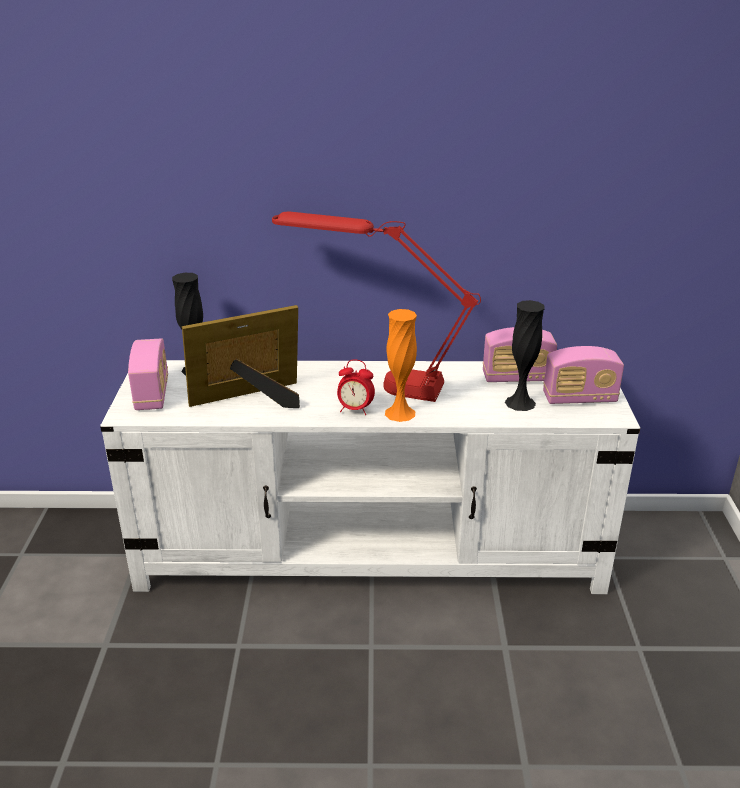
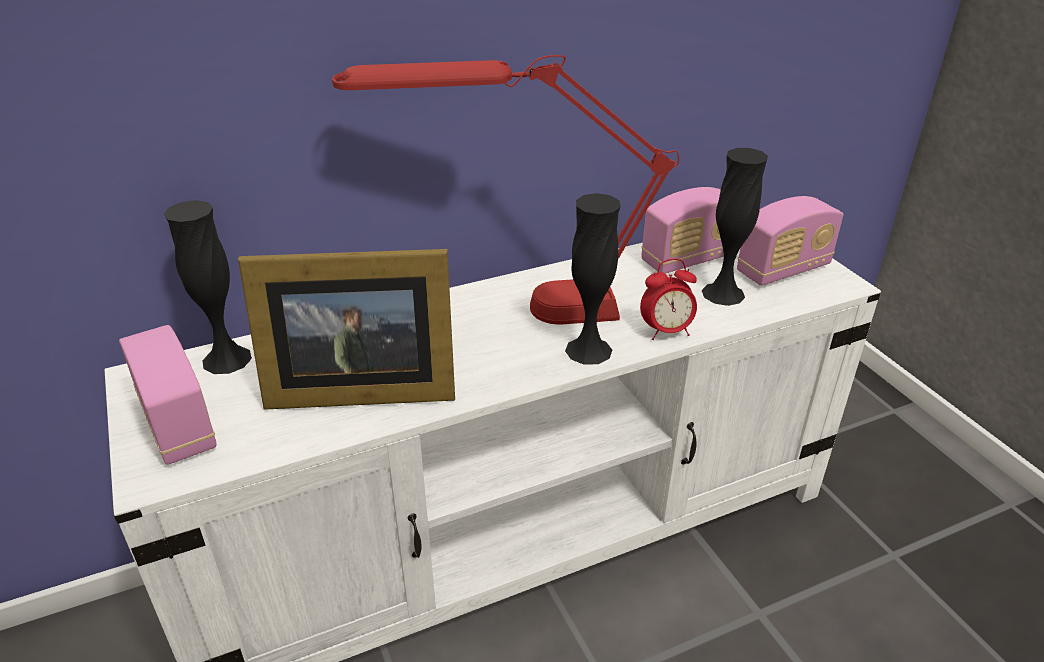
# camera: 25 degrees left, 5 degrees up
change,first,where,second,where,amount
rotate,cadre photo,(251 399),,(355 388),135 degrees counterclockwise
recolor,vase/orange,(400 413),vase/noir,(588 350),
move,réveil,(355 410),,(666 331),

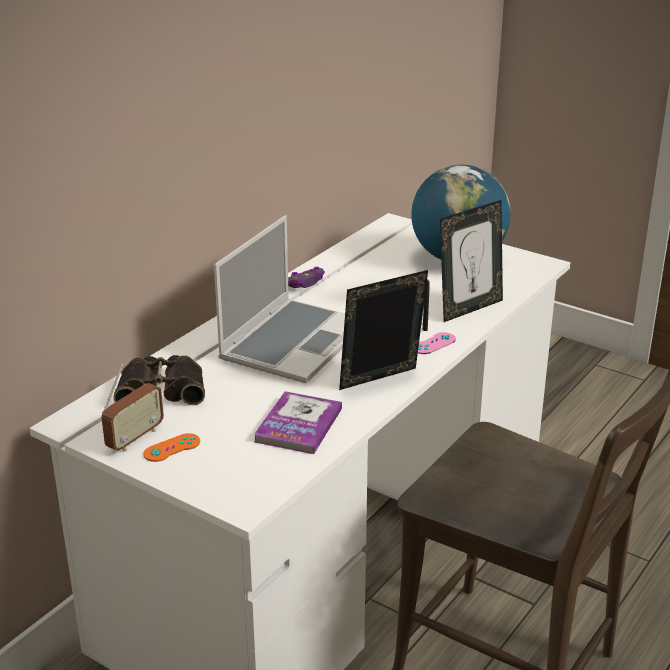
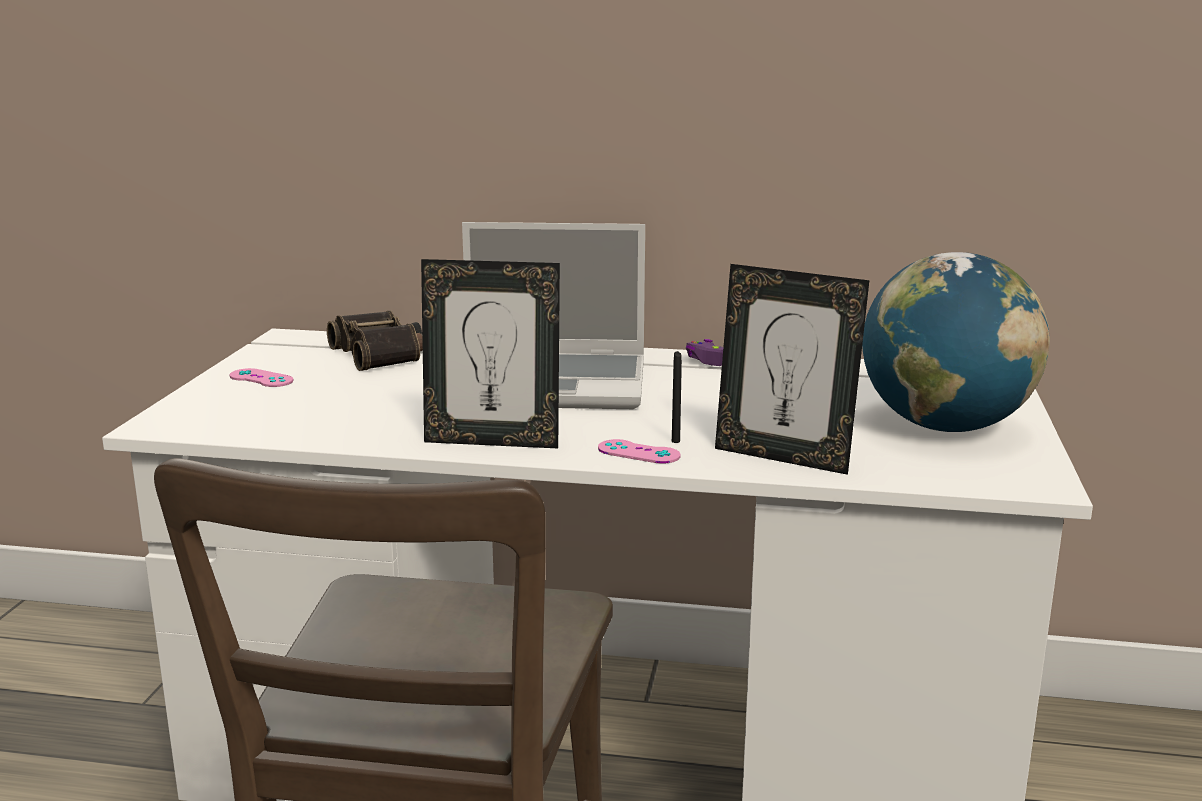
# camera: 65 degrees right, 10 degrees down
change,first,where,second,where,amount
rotate,cadre photo,(381 382),,(493 441),150 degrees clockwise
delete,radio,(135 438),,,
delete,livre,(298 425),,,
recolor,manette/orange,(172 448),manette/rose,(261 378),

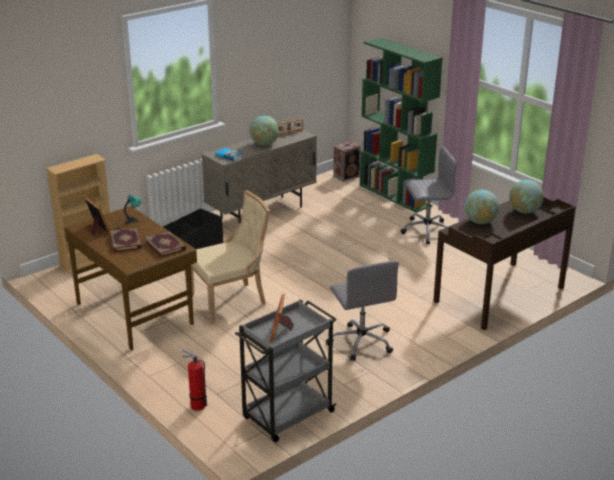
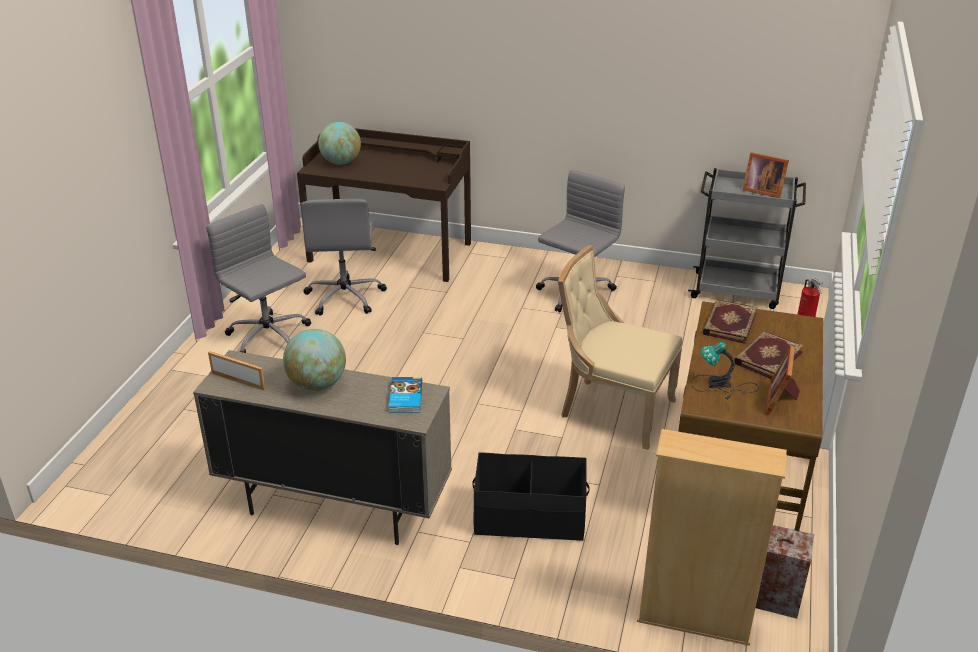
# camera: 125 degrees left, 5 degrees up
change,first,where,second,where,amount
delete,bibliothèque/vert,(395 195),,,
move,enceinte,(347 176),,(771 597),
delete,globe,(480 222),,,
rotate,cadre photo,(281 332),,(761 190),60 degrees clockwise
insert,,,chaise de bureau/gris,(345 297),

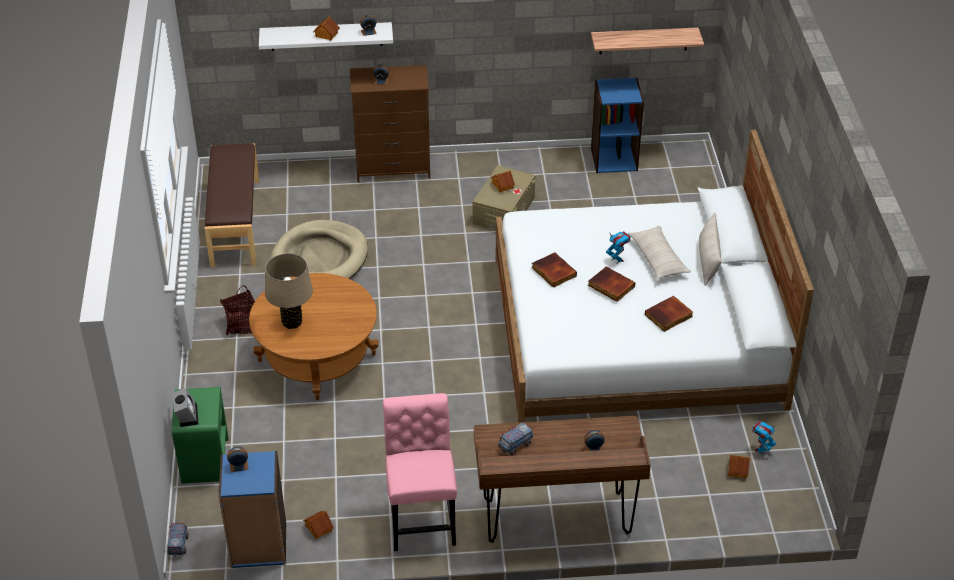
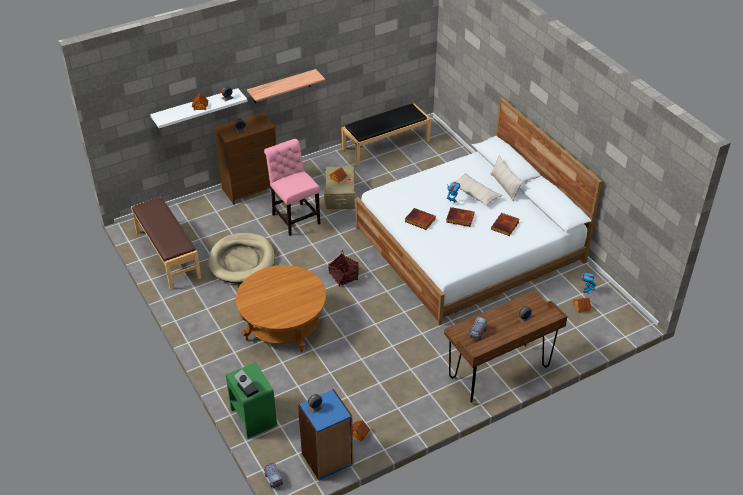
# camera: 25 degrees left, 0 degrees up
change,first,where,second,where,amount
move,étagère,(643 40),,(282 86),
replace,bibliothèque/bleu,(614 159),banc/noir,(386 144),
delete,lampe de table/beige,(292 322),,,
move,panier,(242 324),,(343 277),
move,chaise/rose,(422 518),,(294 217),

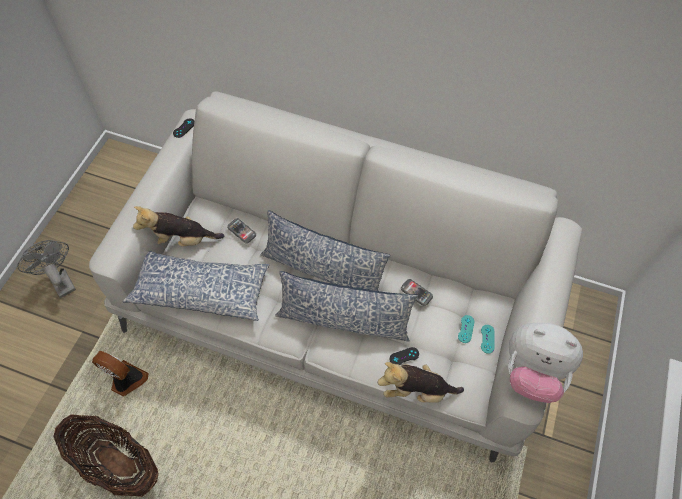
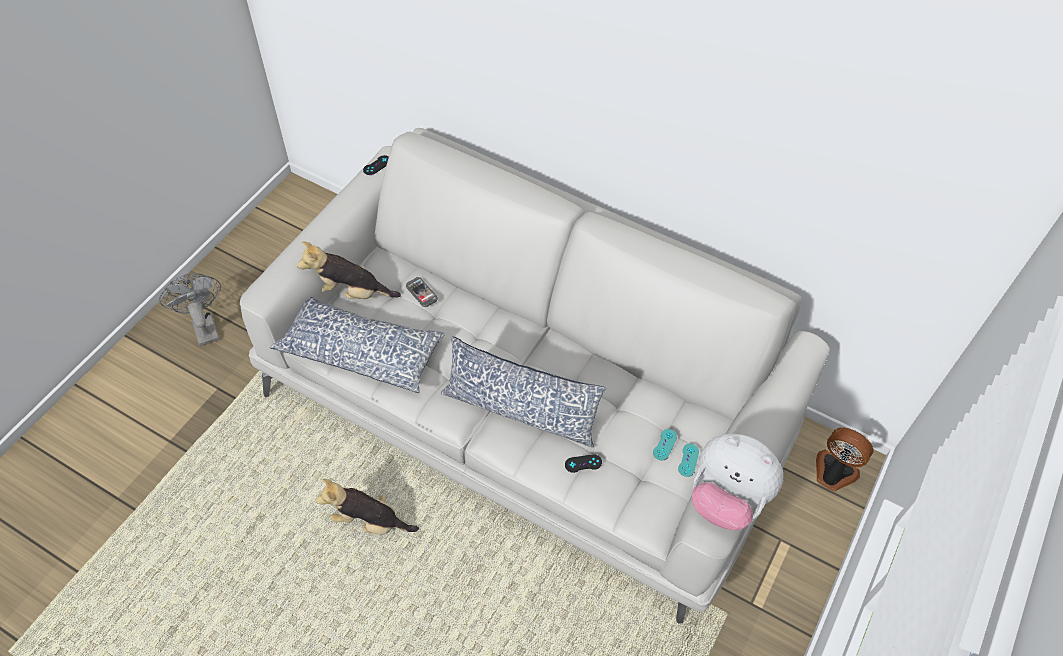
# camera: 10 degrees right, 5 degrees down
change,first,where,second,where,amount
delete,coussin,(322 270),,,
delete,téléphone,(416 292),,,
move,ventilateur,(127 380),,(833 473),
move,peluche,(416 390),,(369 521),
delete,panier,(117 462),,,

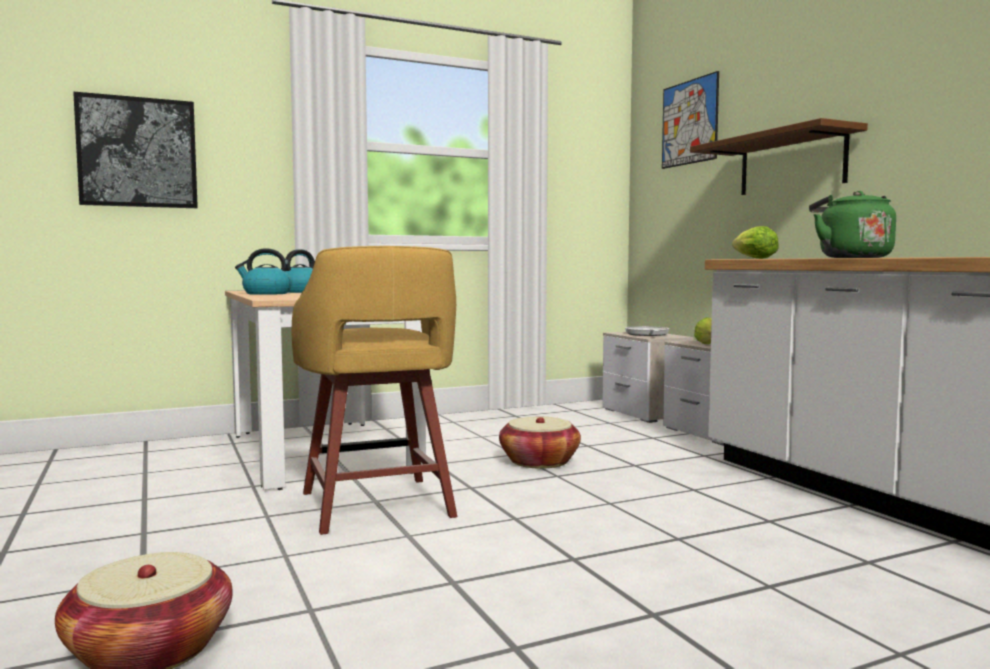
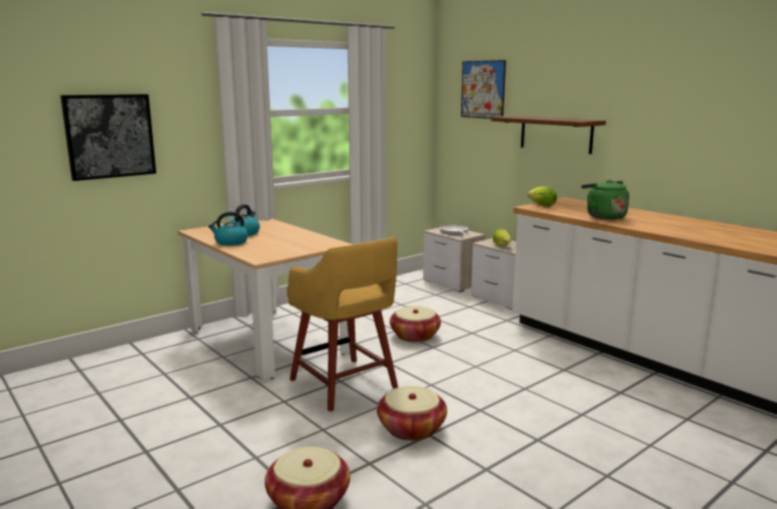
# camera: 15 degrees left, 10 degrees up
change,first,where,second,where,amount
insert,,,panier,(411 429),

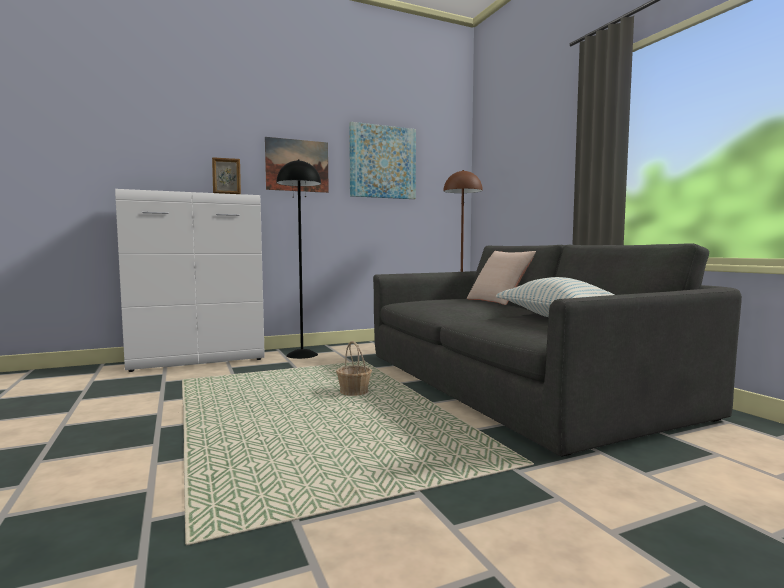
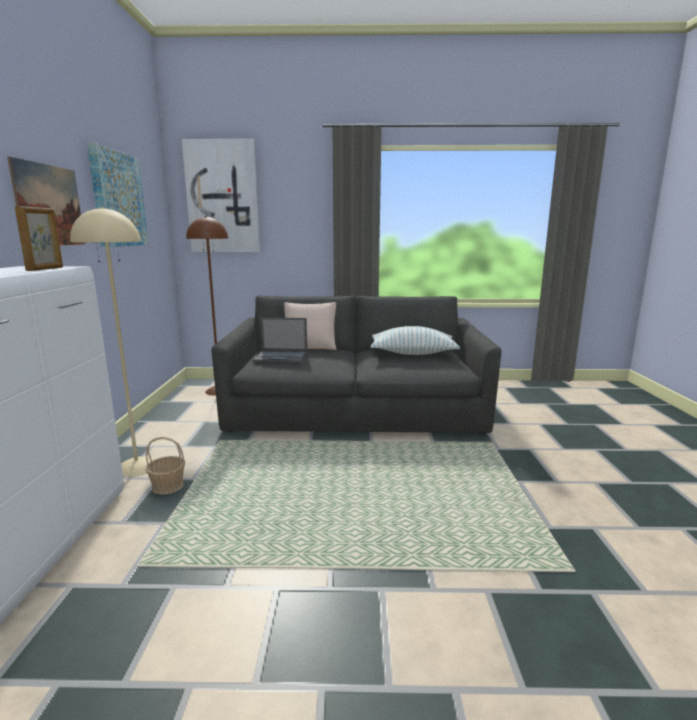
# camera: 65 degrees left, 10 degrees up
change,first,where,second,where,amount
recolor,lampadaire/noir,(302 355),lampadaire/beige,(137 466),
move,panier,(354 392),,(168 486),
insert,,,tableau,(223 197),
insert,,,ordinateur portable,(281 357),

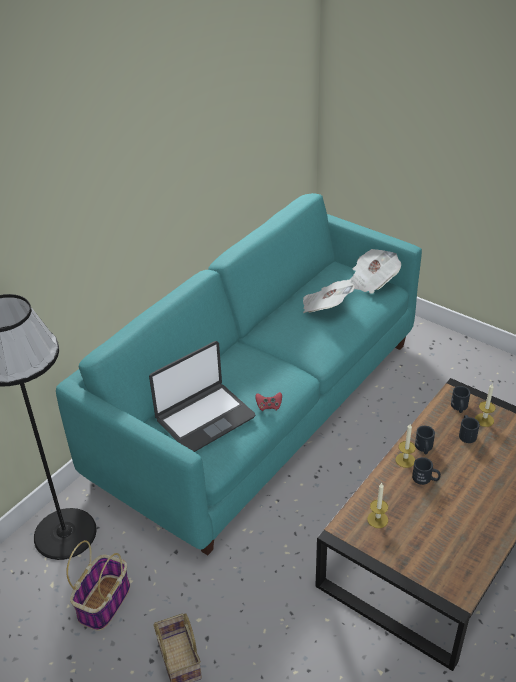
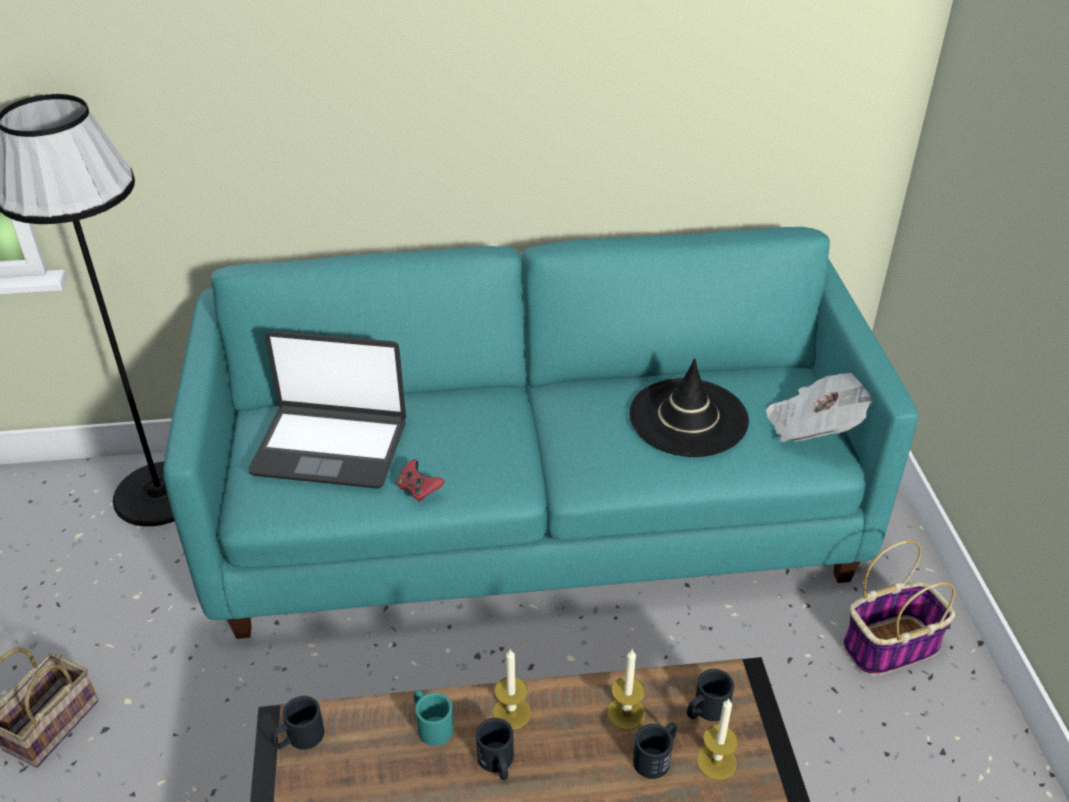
# camera: 45 degrees right, 0 degrees up
change,first,where,second,where,amount
replace,journal,(325 307),chapeau/noir,(688 418),
move,mug/noir,(424 448),,(299 738),
move,bougie,(377 519),,(626 713),
move,panier,(104 601),,(891 646),
insert,,,mug/turquoise,(431 724),

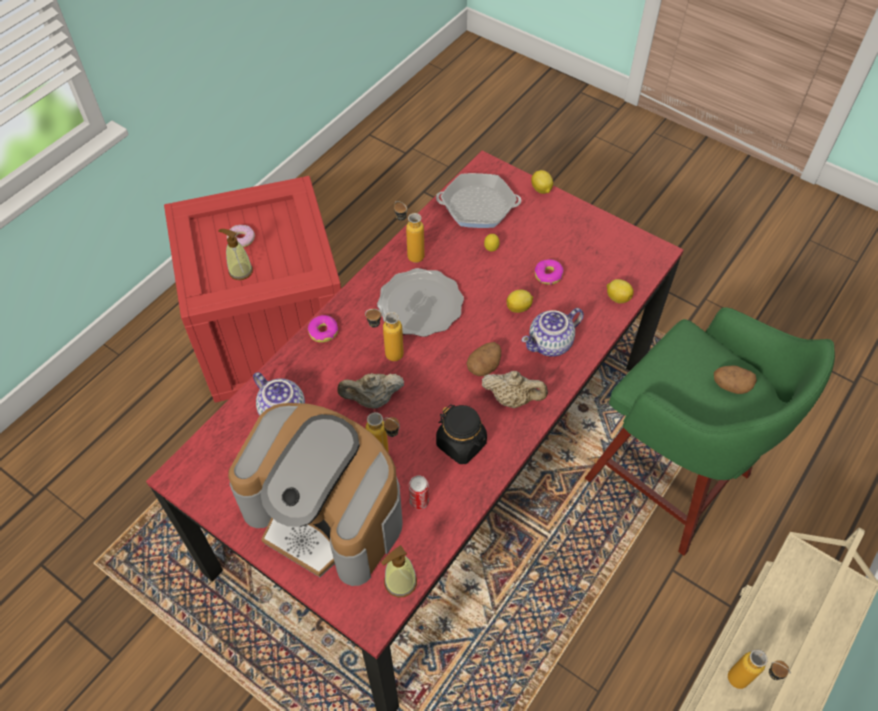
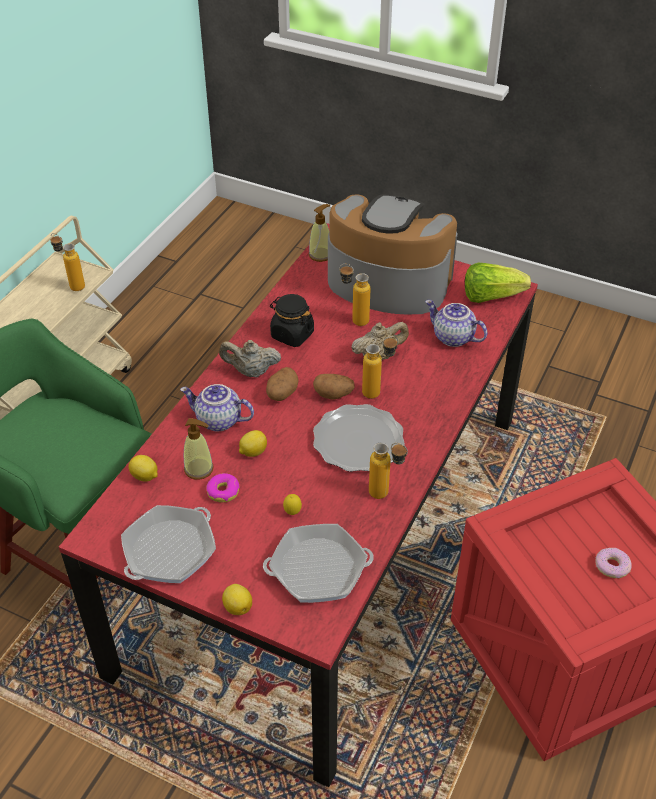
# camera: 170 degrees right, 10 degrees down
change,first,where,second,where,amount
move,distributeur de savon,(240 271),,(199 469),
rotate,théière,(550 344),,(218 421),120 degrees counterclockwise
delete,beignet,(323 332),,,
move,pomme de terre,(730 386),,(333 394),
delete,boîte métallique,(419 501),,,
insert,,,laitue,(491 296),
insert,,,poêle,(169 550),

